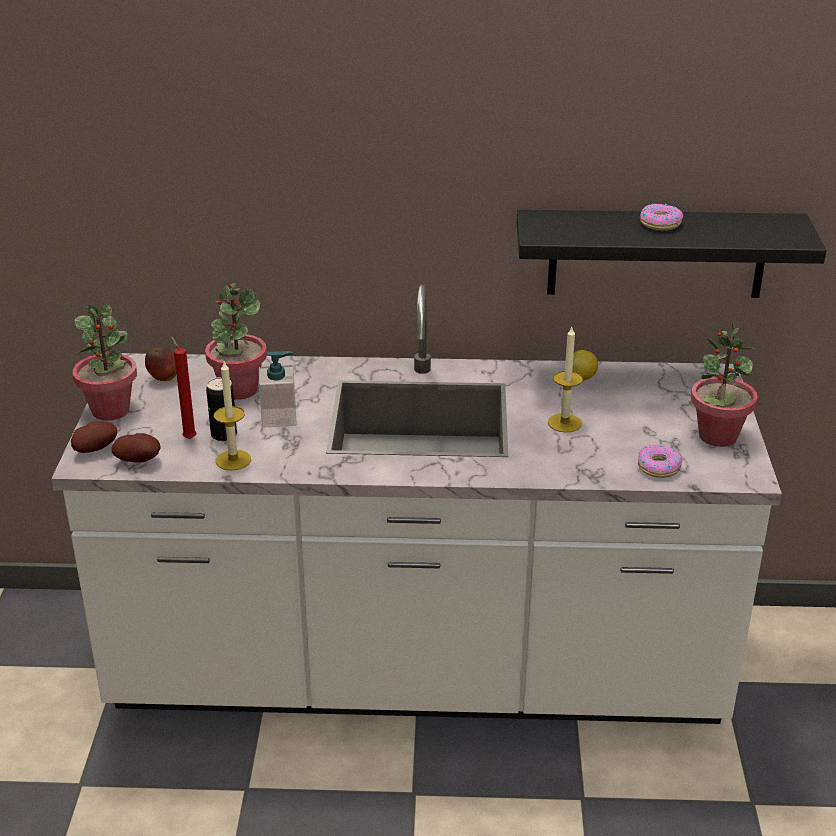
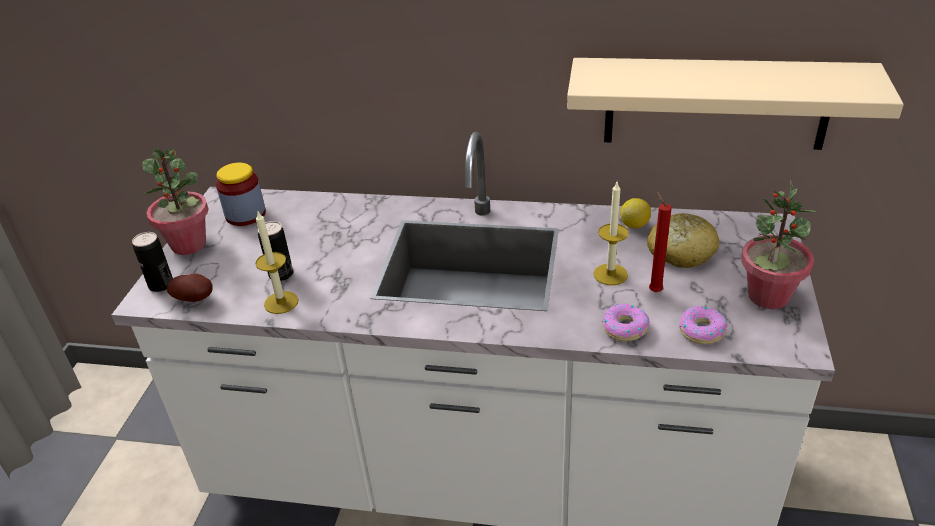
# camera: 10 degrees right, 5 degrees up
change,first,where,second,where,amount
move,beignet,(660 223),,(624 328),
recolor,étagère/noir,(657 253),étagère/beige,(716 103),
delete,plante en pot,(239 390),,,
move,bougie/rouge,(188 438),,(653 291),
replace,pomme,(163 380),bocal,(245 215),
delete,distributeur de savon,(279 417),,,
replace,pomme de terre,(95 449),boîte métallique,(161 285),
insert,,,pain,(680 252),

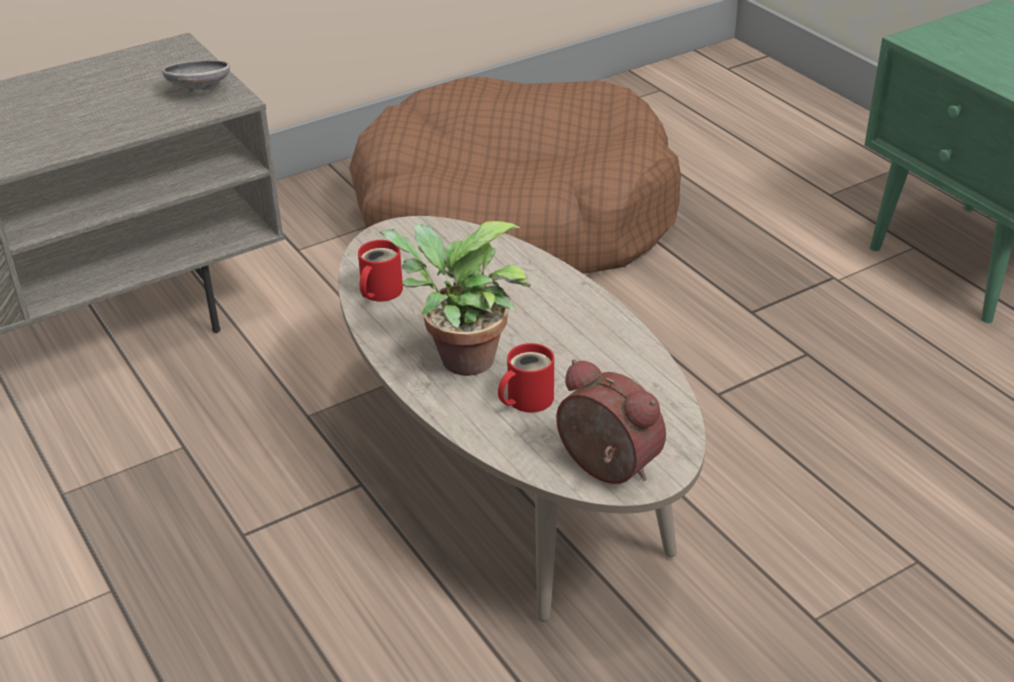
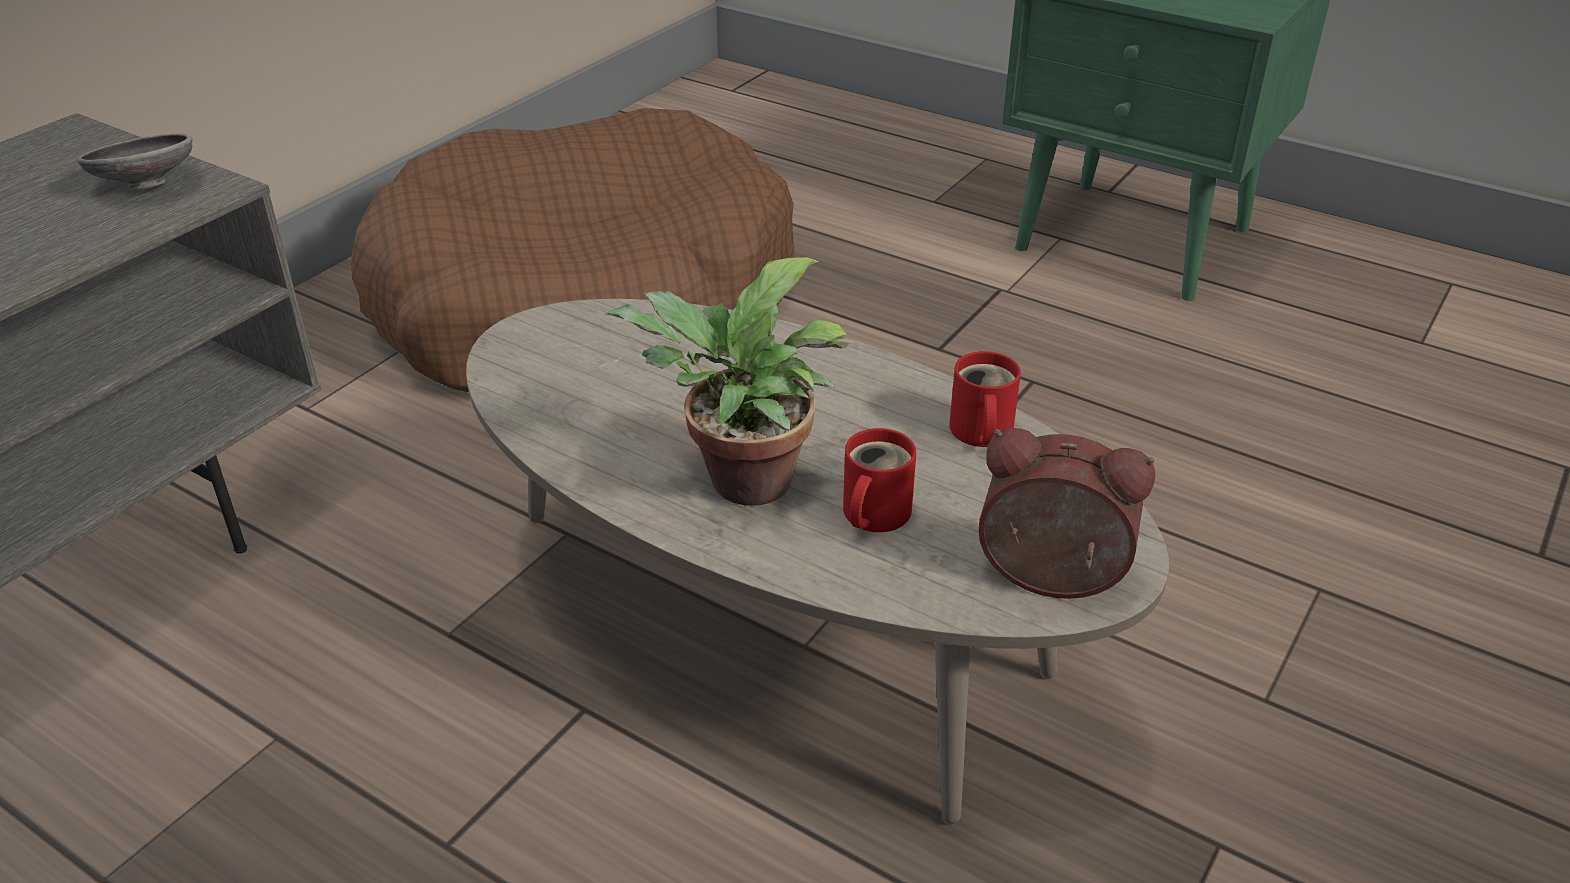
# camera: 25 degrees left, 0 degrees up
change,first,where,second,where,amount
move,mug/rouge,(378 291),,(979 432),

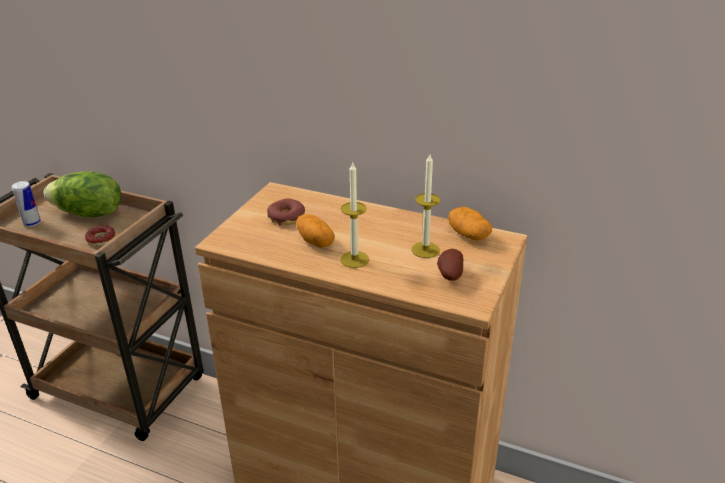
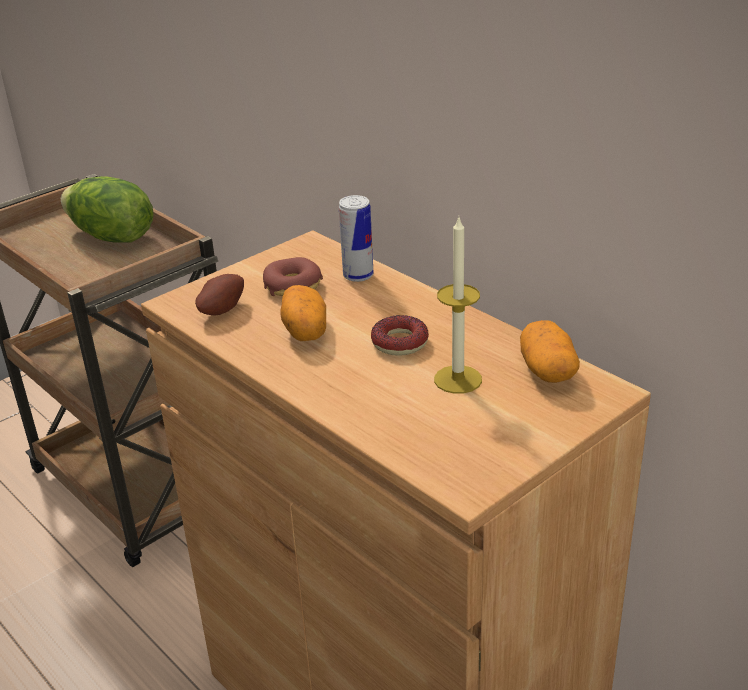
# camera: 25 degrees right, 0 degrees up
change,first,where,second,where,amount
delete,bougie,(354 259),,,
move,boîte métallique,(32 223),,(358 275),
move,beignet,(101 239),,(399 342),
move,pomme de terre,(449 275),,(221 309),

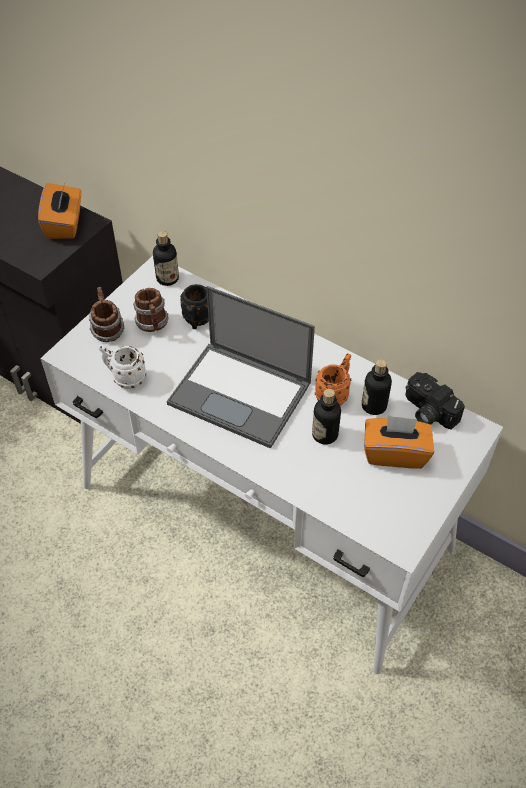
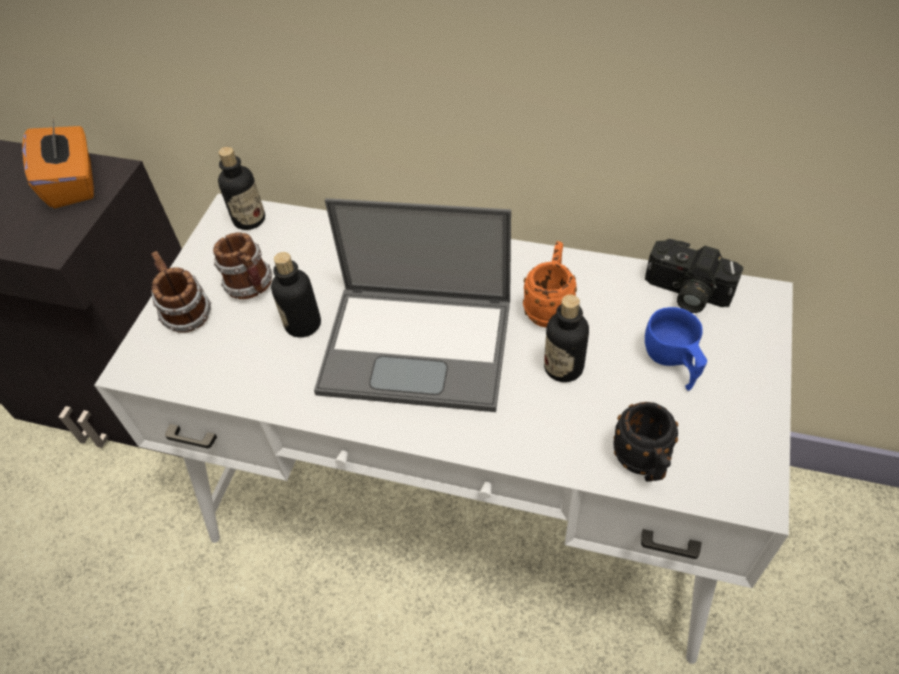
# camera: 15 degrees left, 0 degrees up
change,first,where,second,where,amount
move,mug/noir,(196 321),,(643 464),
delete,mug/blanc,(125 378),,,
move,bouteille,(374 405),,(303 324),
replace,boîte à mouchoirs/orange,(395 453),tasse/bleu,(672 362),

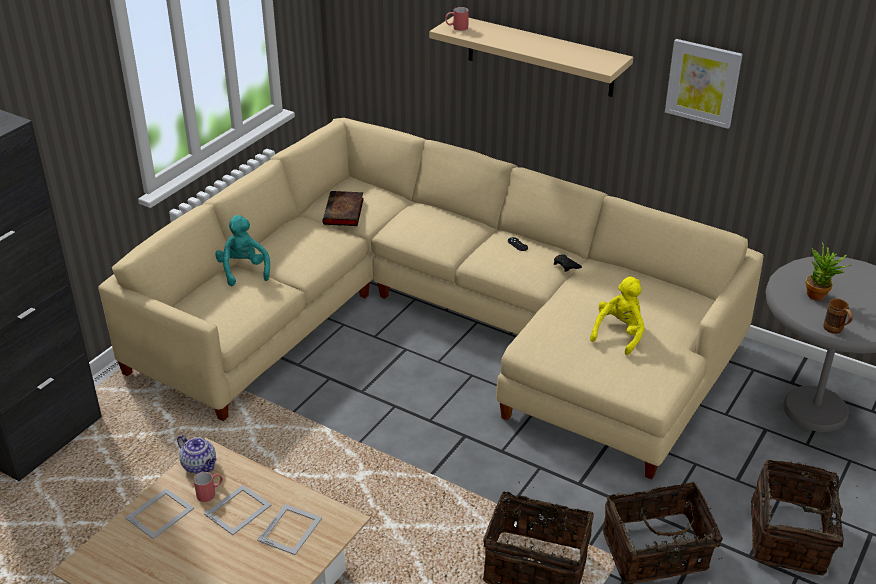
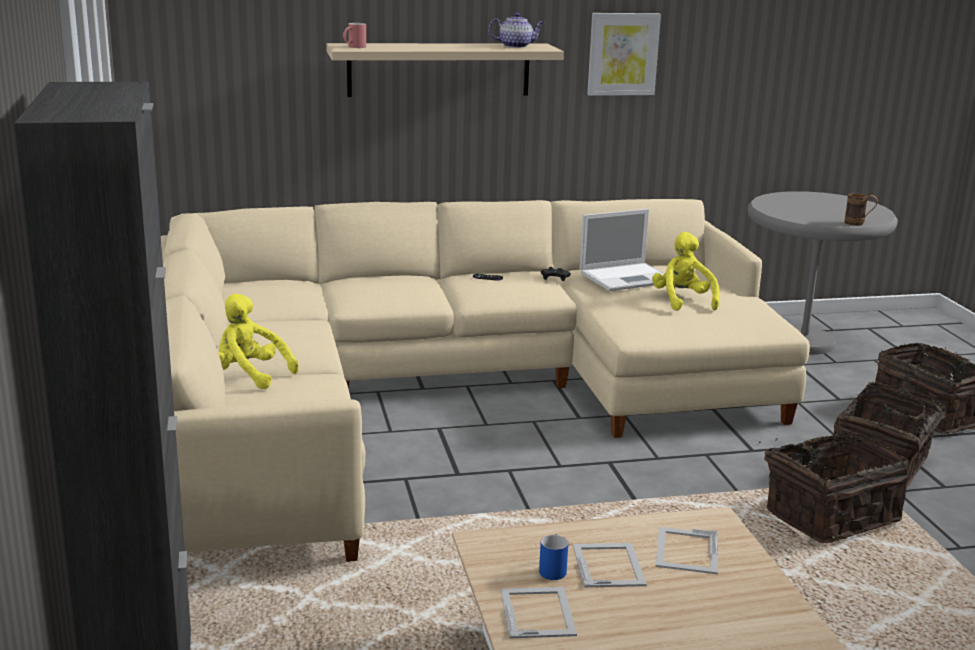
# camera: 45 degrees left, 15 degrees down
change,first,where,second,where,amount
delete,livre,(344 212),,,
recolor,peluche/turquoise,(243 270),peluche/jaune,(250 375),
delete,plante en pot,(820 296),,,
move,théière,(200 466),,(516 46),
recolor,mug/rouge,(210 493),mug/bleu,(553 568),
rotate,cadre photo,(291 529),,(686 551),150 degrees counterclockwise
insert,,,ordinateur portable,(628 277),

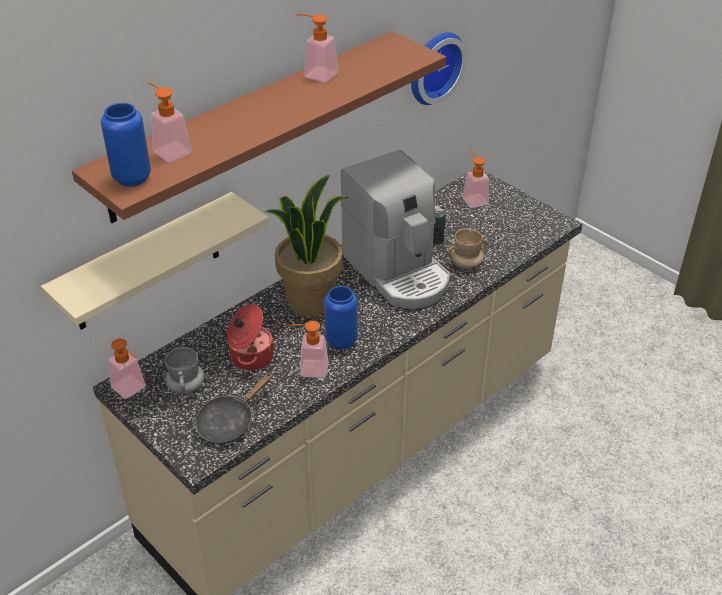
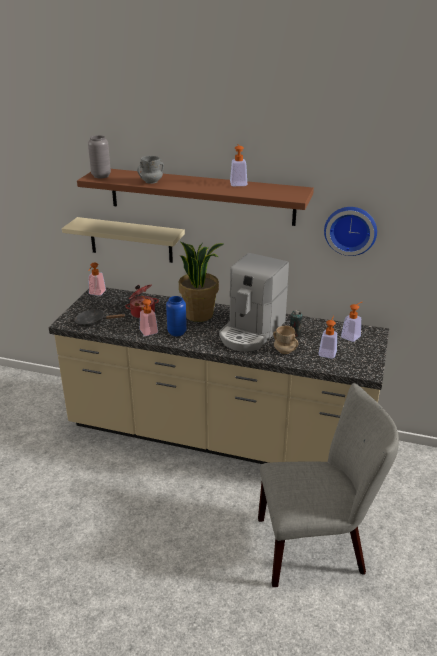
# camera: 60 degrees right, 10 degrees down
change,first,where,second,where,amount
move,distributeur de savon,(169 150),,(328 352),
recolor,vase/bleu,(132 178),vase/gris,(101 176),
move,mug/gris,(186 387),,(151 182),
insert,,,chaise/gris,(317 545),

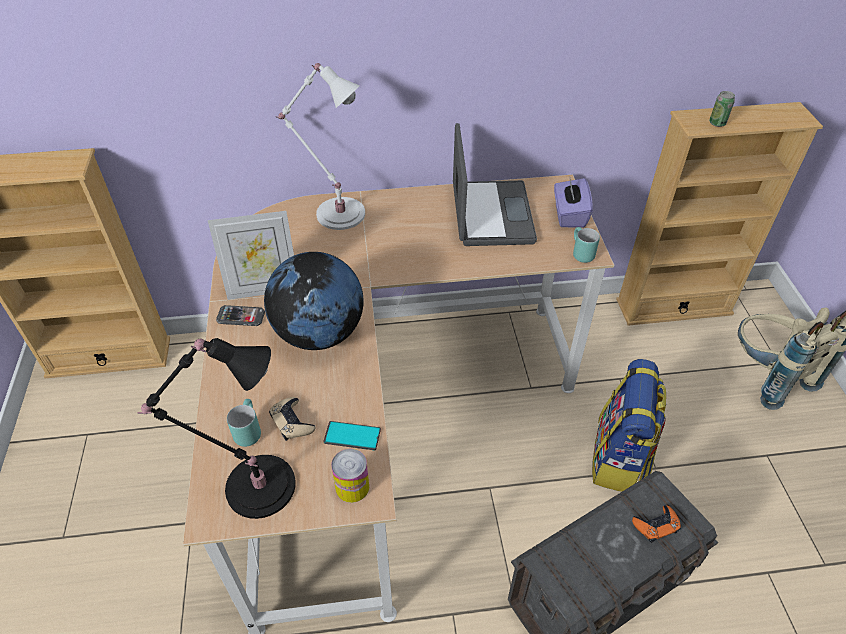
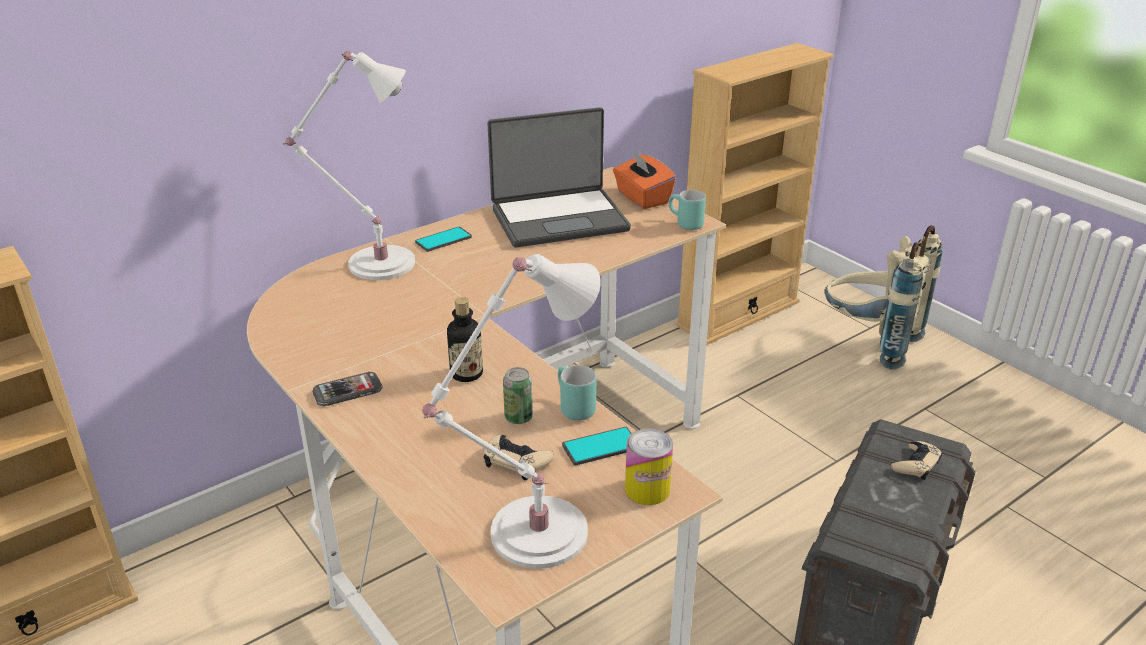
# camera: 30 degrees left, 15 degrees down
change,first,where,second,where,amount
move,boîte métallique,(717 123),,(518 417),
rotate,ordinateur portable,(490 214),,(559 218),105 degrees clockwise
recolor,boîte à mouchoirs/violet,(569 215),boîte à mouchoirs/orange,(642 198),
delete,cadre photo,(263 289),,,
replace,globe,(319 333),bouteille,(466 374),
recolor,lampe de table/noir,(254 486),lampe de table/blanc,(531 535),
delete,sac à dos,(619 459),,,
move,mug/turquoise,(246 430),,(571 408),
recolor,manette/orange,(656 525),manette/beige,(916 464),
insert,,,téléphone,(443 240),

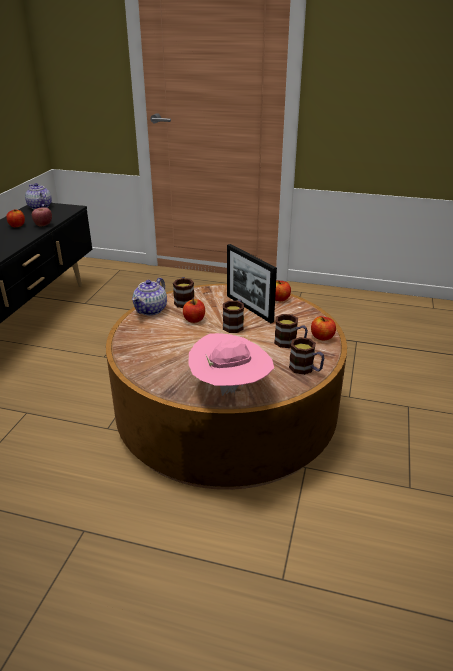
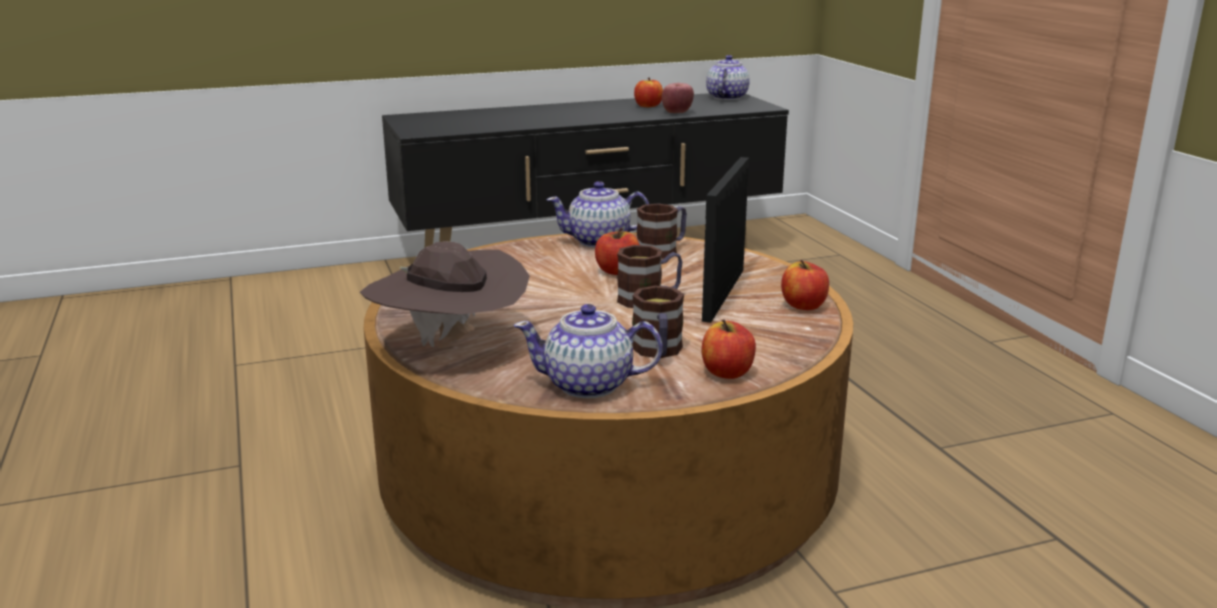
# camera: 55 degrees right, 10 degrees down
change,first,where,second,where,amount
recolor,chapeau/rose,(230 388),chapeau/marron,(451 346),
replace,mug,(306 369),théière,(589 385),

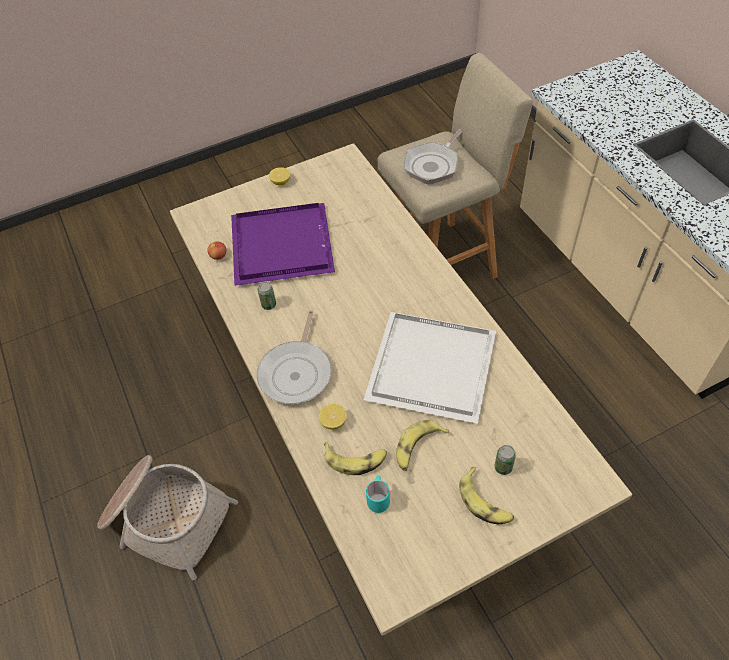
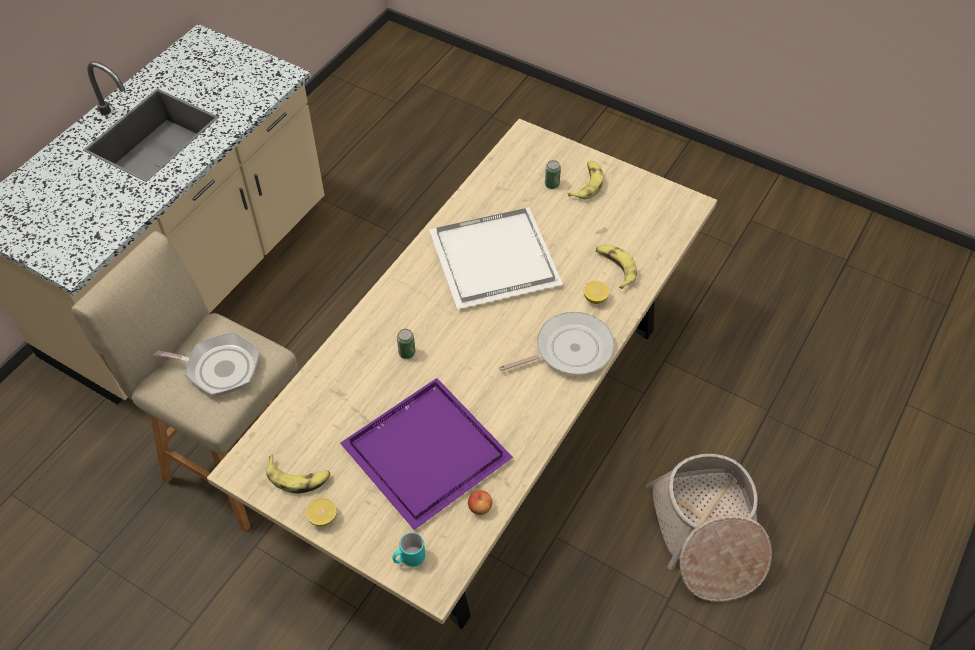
# camera: 125 degrees left, 0 degrees up
change,first,where,second,where,amount
move,boîte métallique,(269 305),,(407 353),
move,banane,(417 448),,(298 477),
move,mug/turquoise,(378 498),,(409 558),

